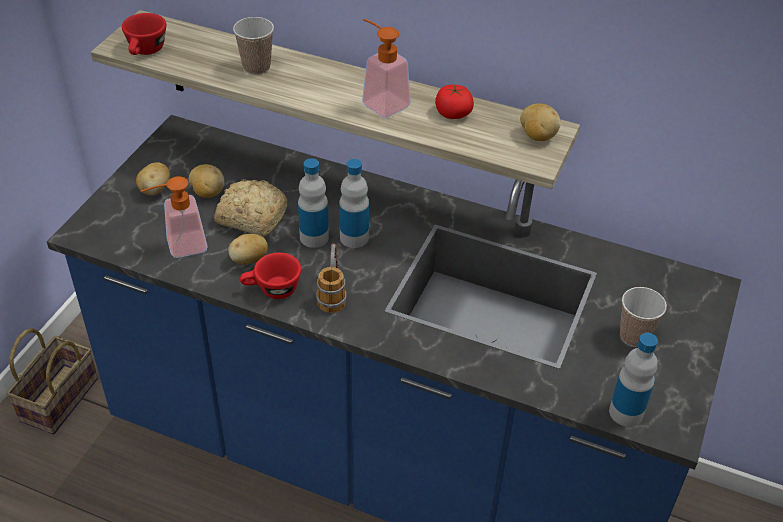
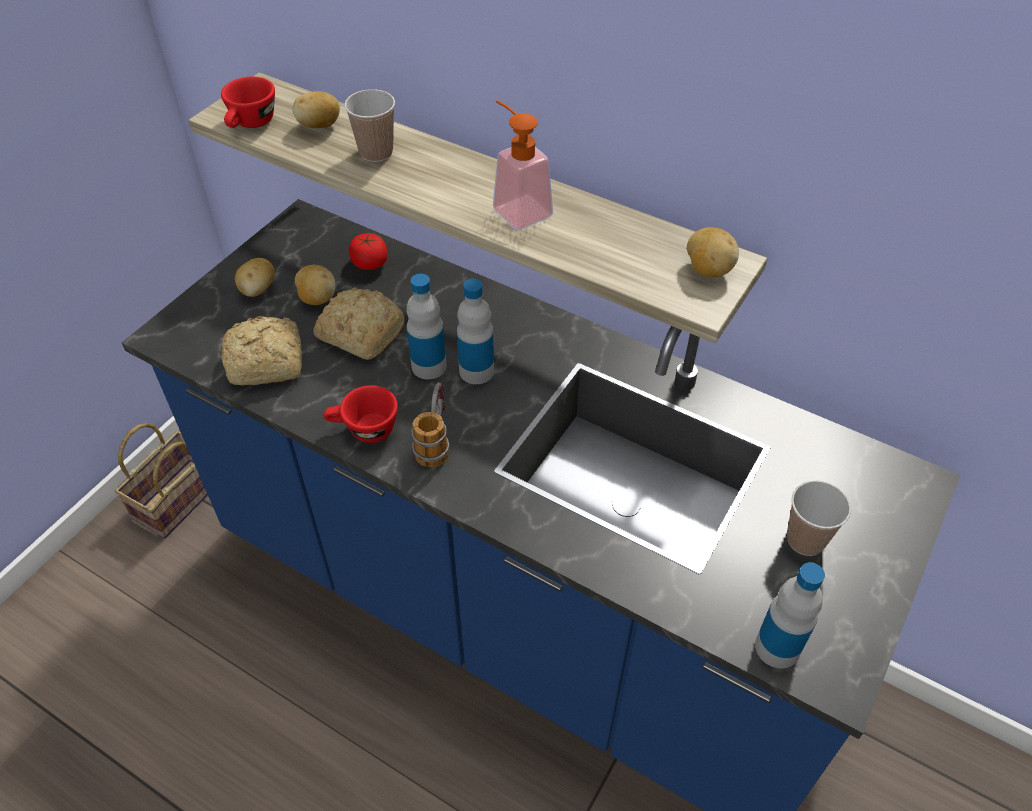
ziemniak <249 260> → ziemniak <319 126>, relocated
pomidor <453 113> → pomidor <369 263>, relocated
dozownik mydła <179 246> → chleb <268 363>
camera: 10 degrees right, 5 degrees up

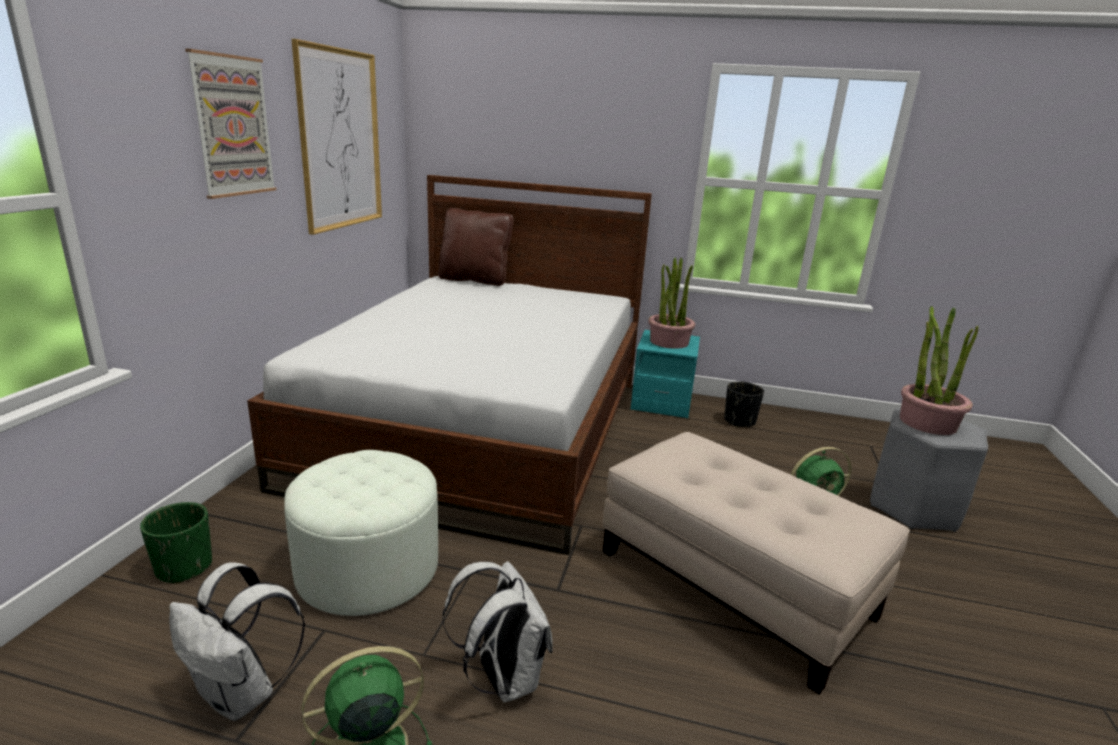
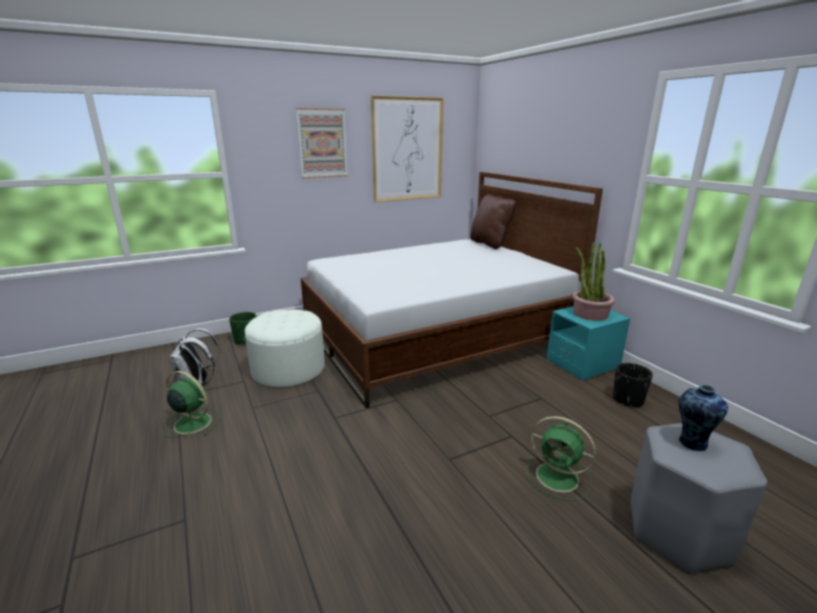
plecak (biały) <502 678> → -
pufa (beżowy) <735 582> → -
roślina doniczkowa <927 422> → wazon <691 443>
camera: 50 degrees right, 0 degrees up

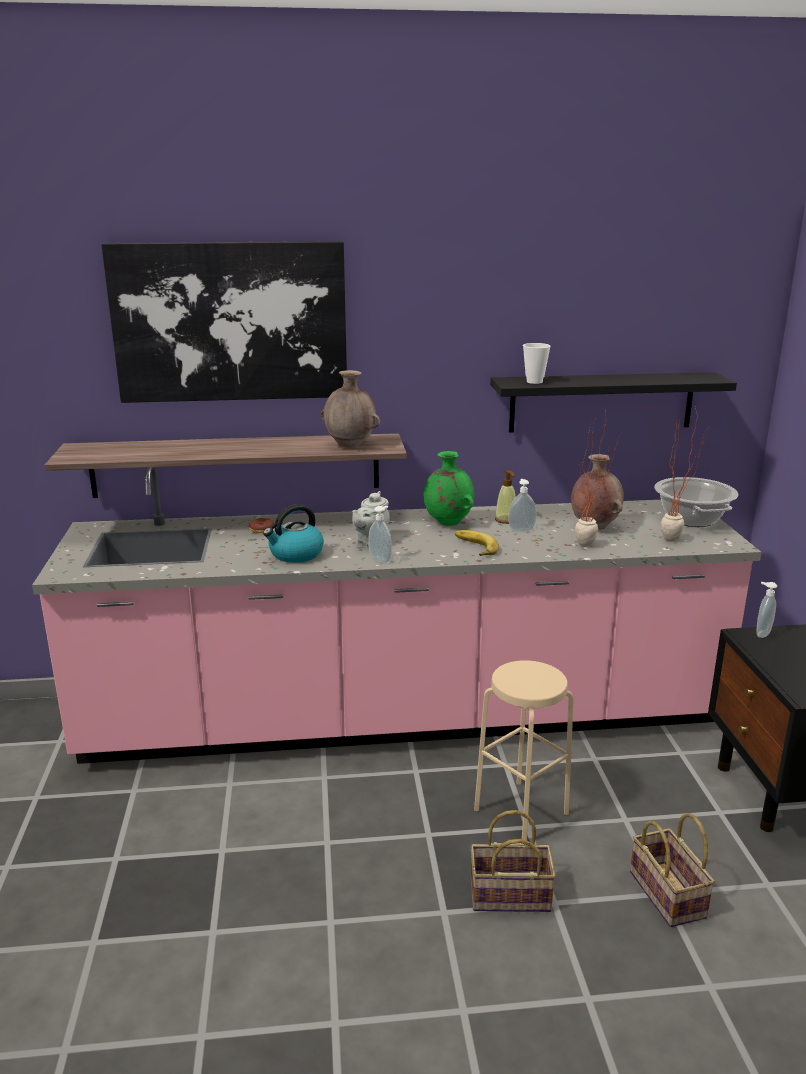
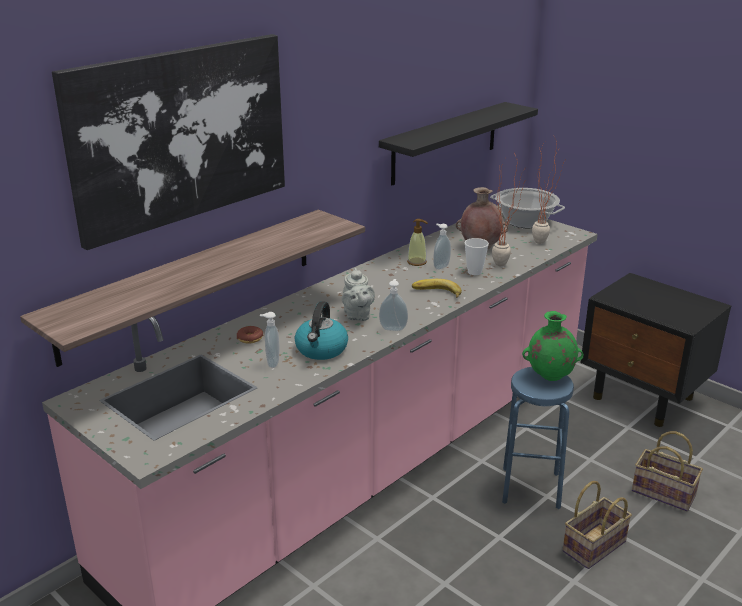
wazon (brązowy) <350 445> → -
wazon (zielony) <447 523> → wazon (zielony) <550 377>, relocated
filiżanka <534 382> → filiżanka <474 272>, relocated
dozownik mydła <761 633> → dozownik mydła <271 363>, relocated
stołek (beżowy) <521 811> → stołek (niebieski) <531 487>
camera: 40 degrees left, 5 degrees up

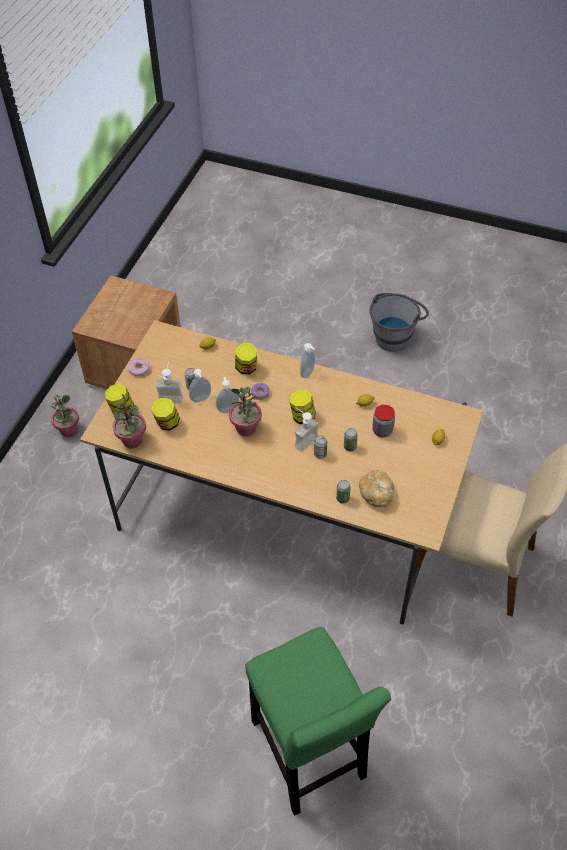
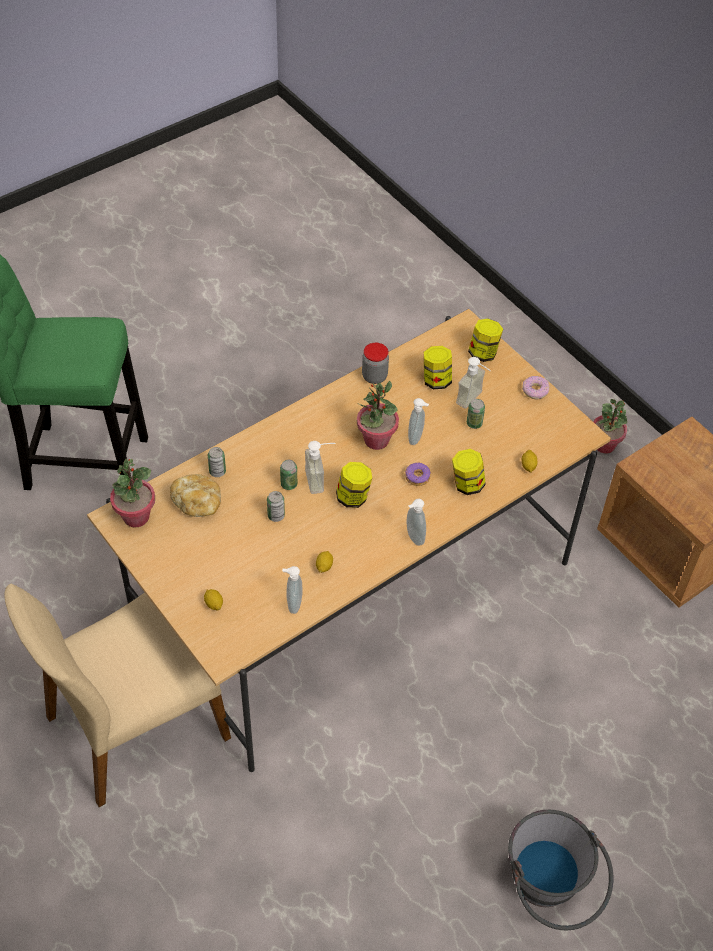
roślina doniczkowa <132 441> → roślina doniczkowa <136 516>, relocated
dozownik mydła <201 399> → dozownik mydła <293 604>, relocated
słoik <382 430> → słoik <374 376>, relocated
camera: 120 degrees right, 0 degrees up

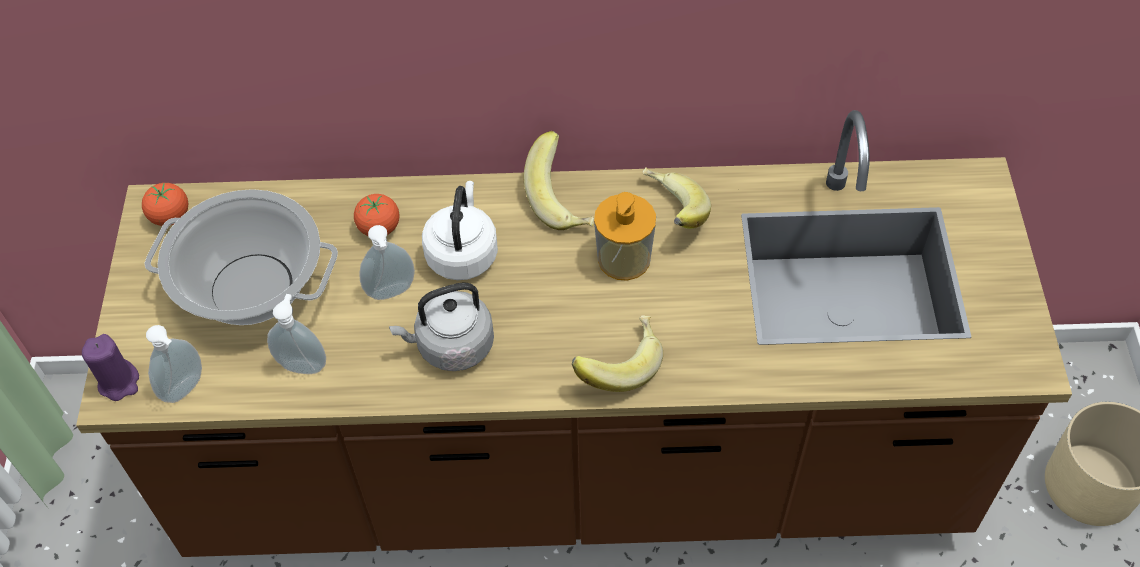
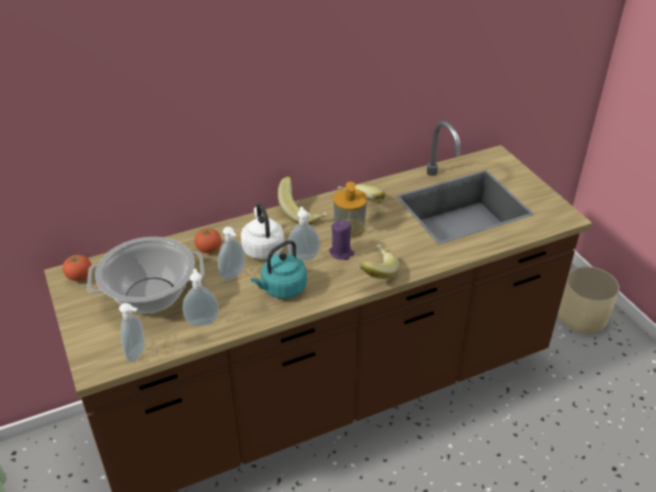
- → dozownik mydła <303 256>
świeca (fioletowy) <119 382> → świeca (fioletowy) <341 253>, relocated
czajnik (szary) <451 346> → czajnik (turkusowy) <282 289>
camera: 25 degrees left, 15 degrees down

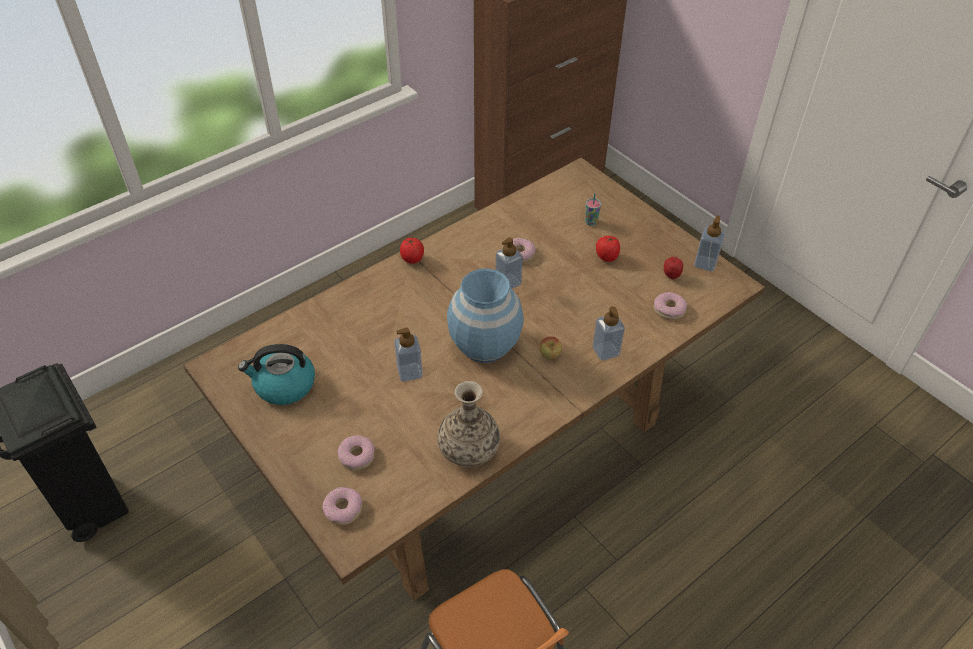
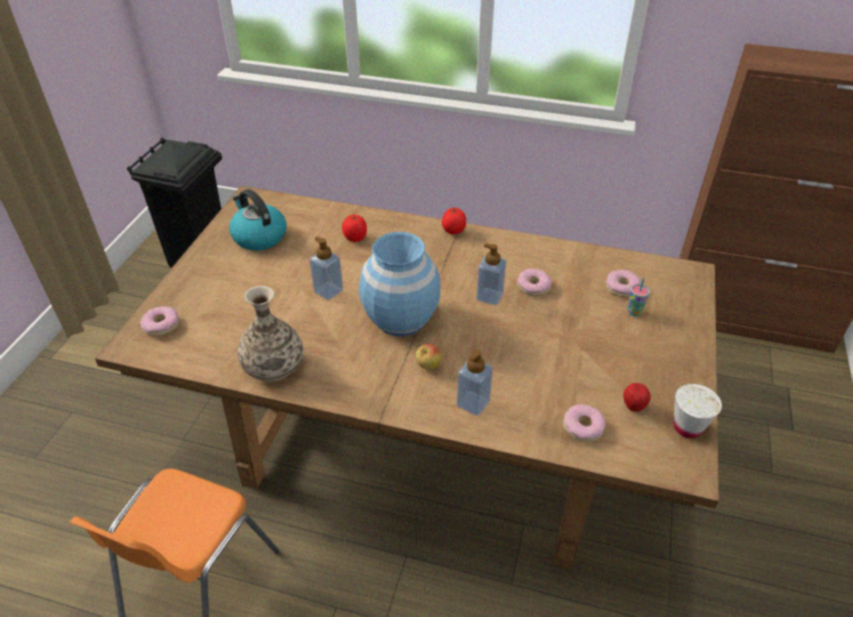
donut <356 456> → donut <621 287>, relocated
pomidor <606 257> → pomidor <355 238>, relocated
dozownik mydła <705 263> → filiżanka (biały) <687 427>
camera: 55 degrees right, 5 degrees down

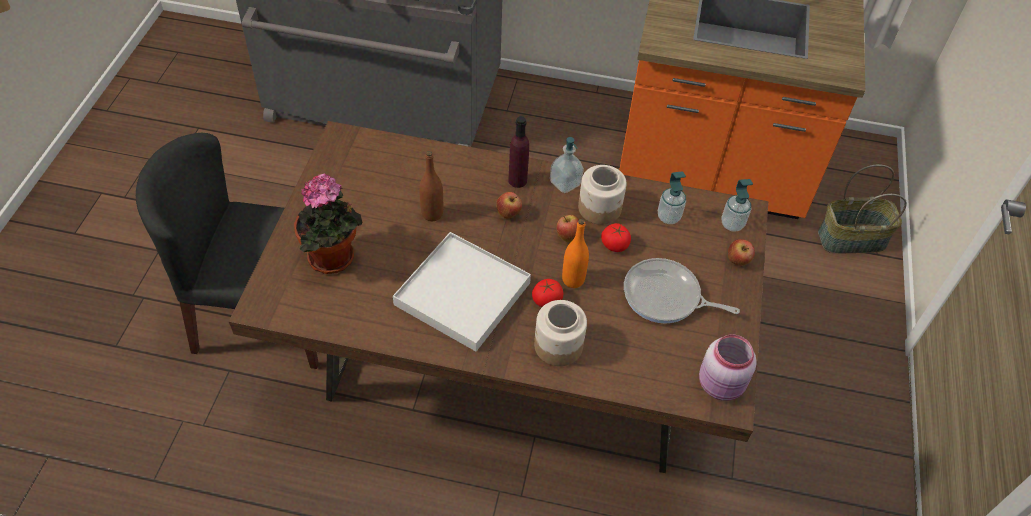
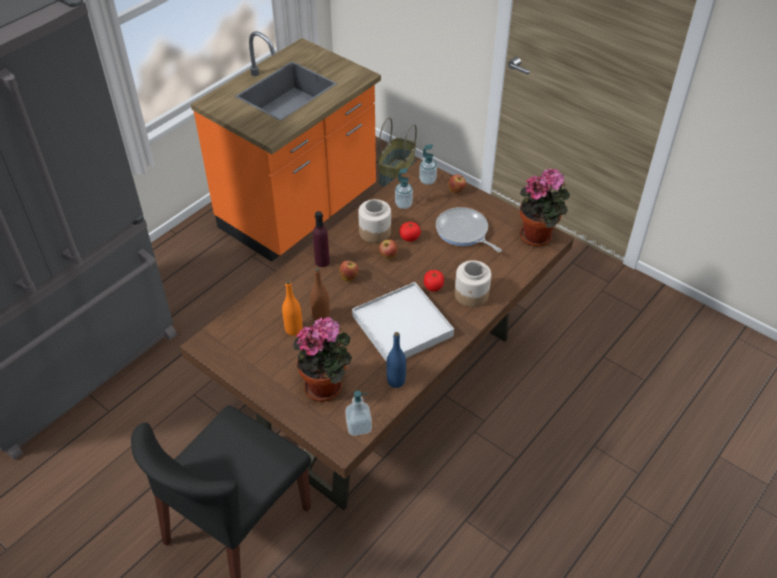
- → butelka (niebieski) <396 381>
dozownik mydła <565 183> → dozownik mydła <359 426>, relocated
butelka (pomarańczowy) <573 280> → butelka (pomarańczowy) <293 329>, relocated
słoik (różowy) <721 385> → roślina doniczkowa <538 236>
patelnia <665 297> → patelnia <463 232>, 90 degrees clockwise
camera: 60 degrees left, 5 degrees down

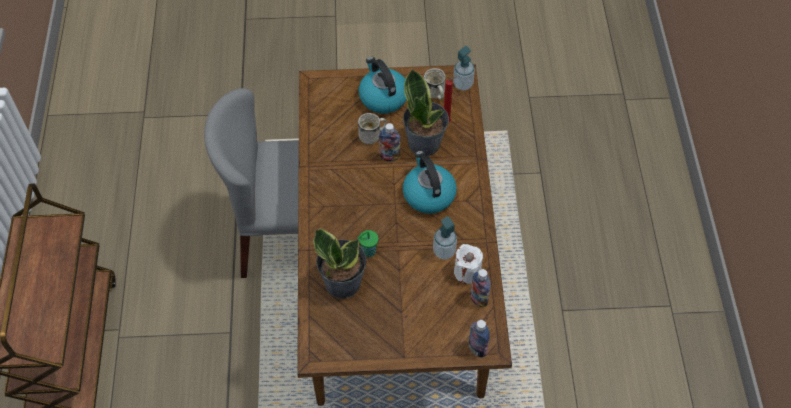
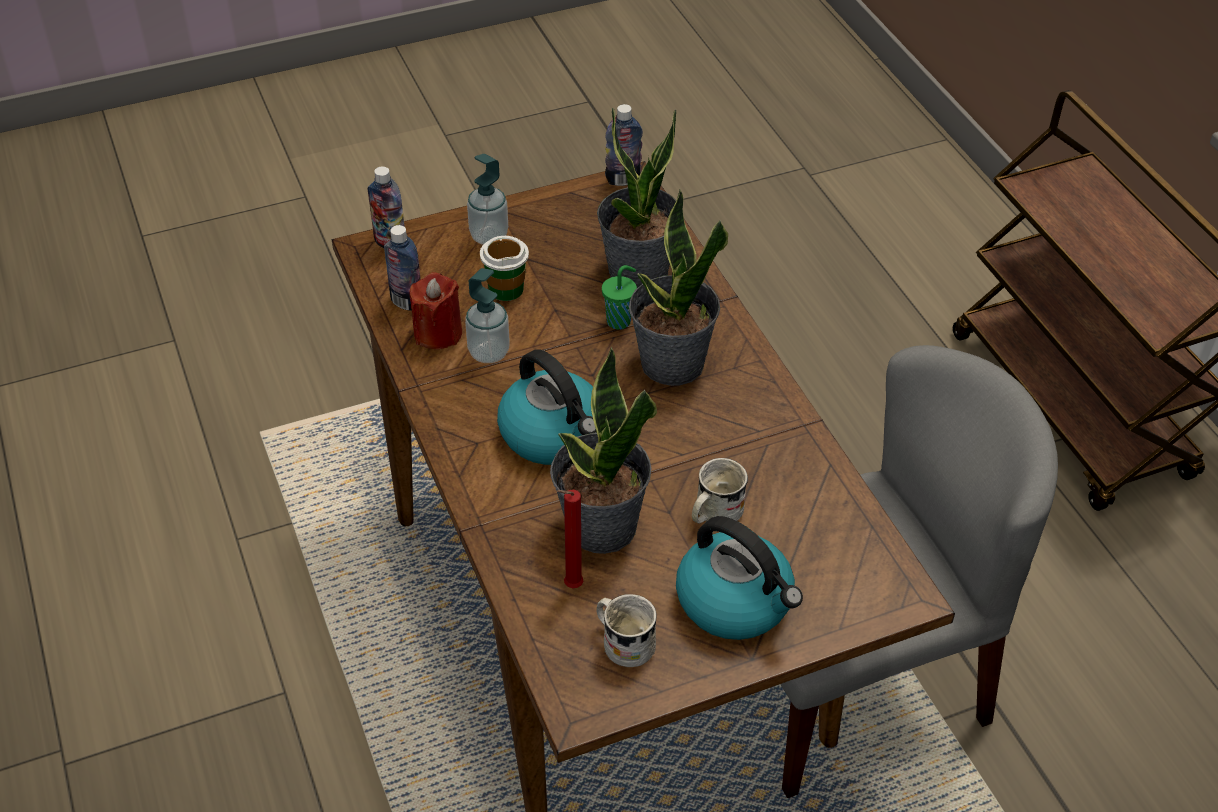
- → filiżanka <506 289>
- → roślina doniczkowa <671 364>
butelka <389 157> → butelka <623 179>, relocated
dozownik mydła <463 84> → dozownik mydła <489 236>, relocated
świeca (biały) <467 272> → świeca (czerwony) <438 333>
camera: 160 degrees right, 10 degrees down

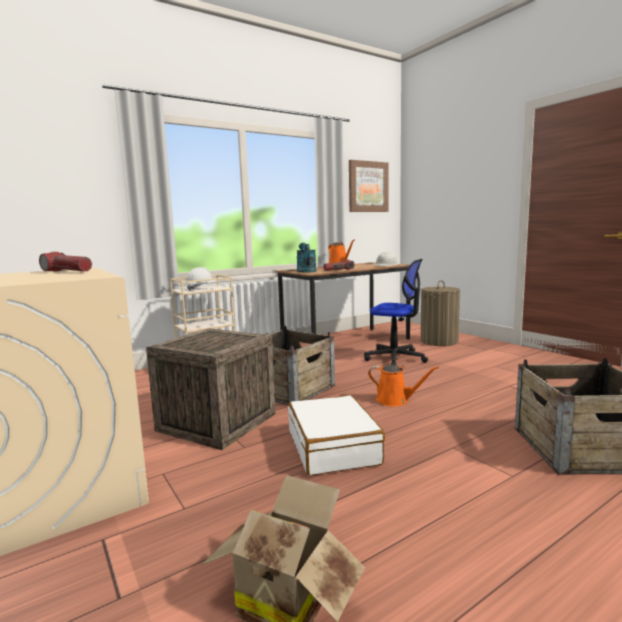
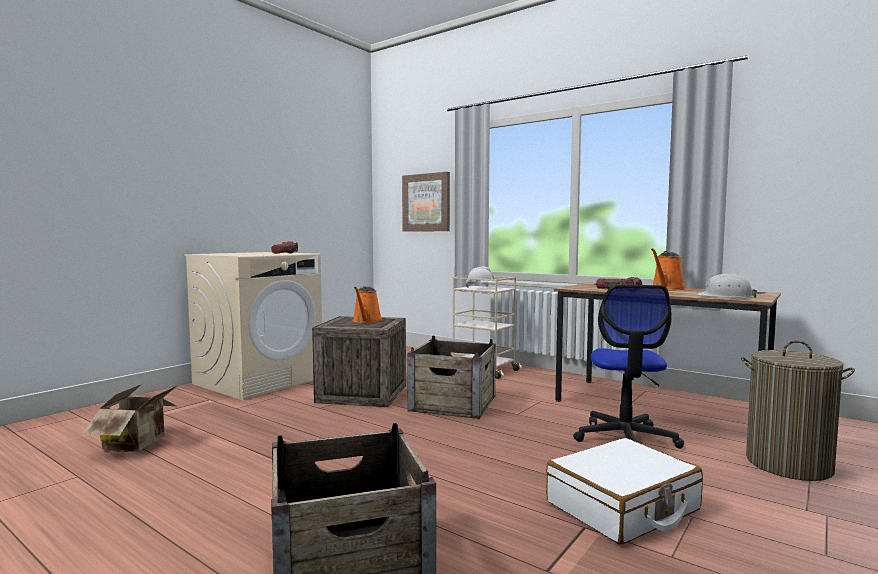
konewka (turkusowy) <305 271> → -
walizka (biały) <333 447> → walizka (biały) <623 507>, relocated
obraz <368 187> → obraz <426 202>, relocated
konewka (pomarańczowy) <395 400> → konewka (pomarańczowy) <366 321>, relocated
camera: 70 degrees right, 5 degrees down

